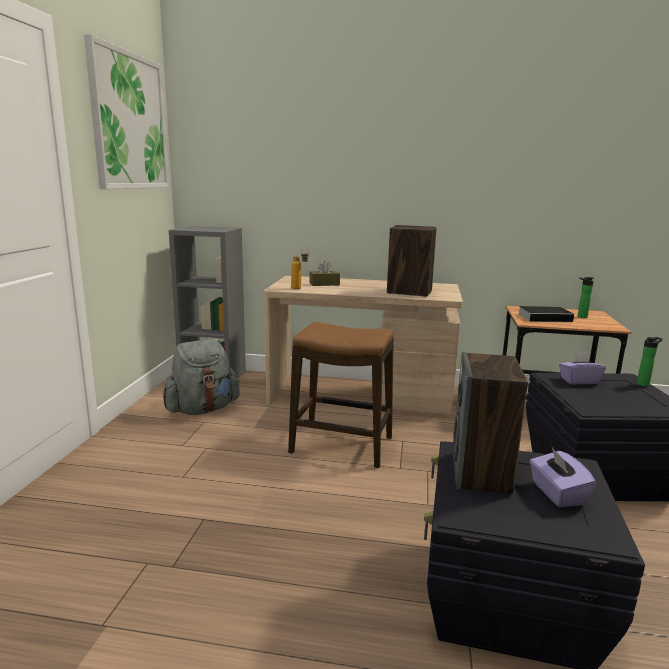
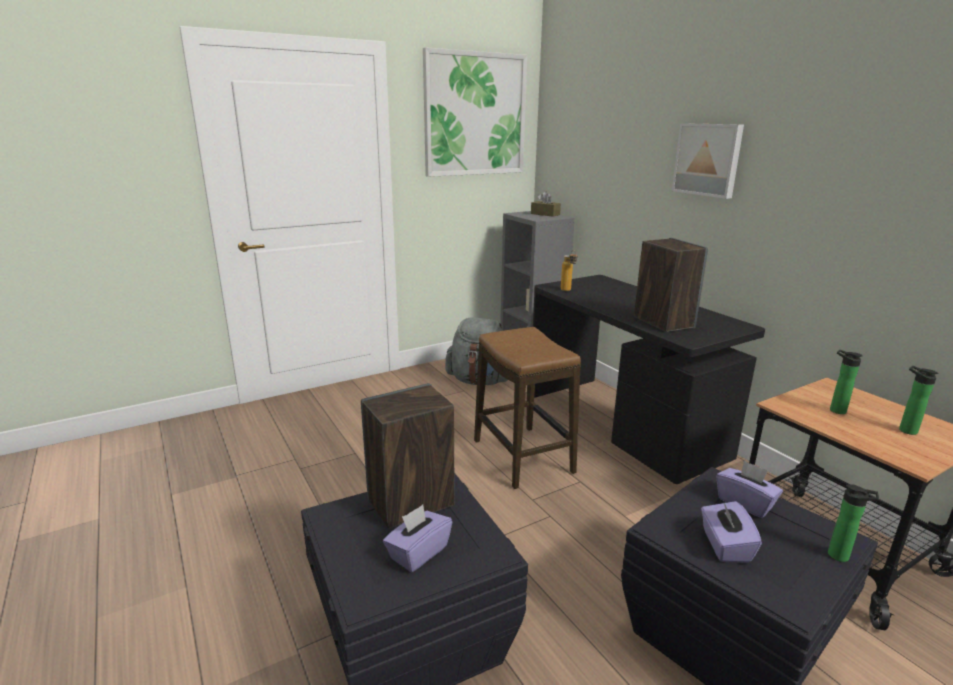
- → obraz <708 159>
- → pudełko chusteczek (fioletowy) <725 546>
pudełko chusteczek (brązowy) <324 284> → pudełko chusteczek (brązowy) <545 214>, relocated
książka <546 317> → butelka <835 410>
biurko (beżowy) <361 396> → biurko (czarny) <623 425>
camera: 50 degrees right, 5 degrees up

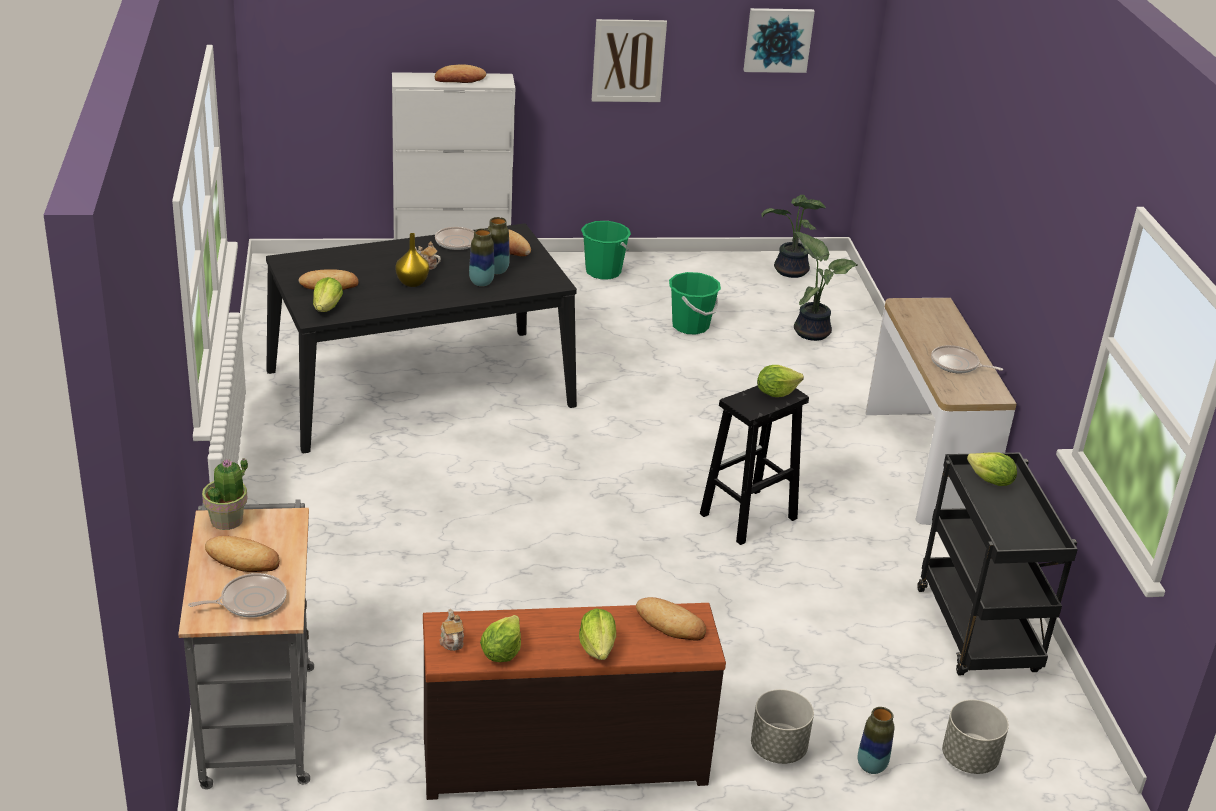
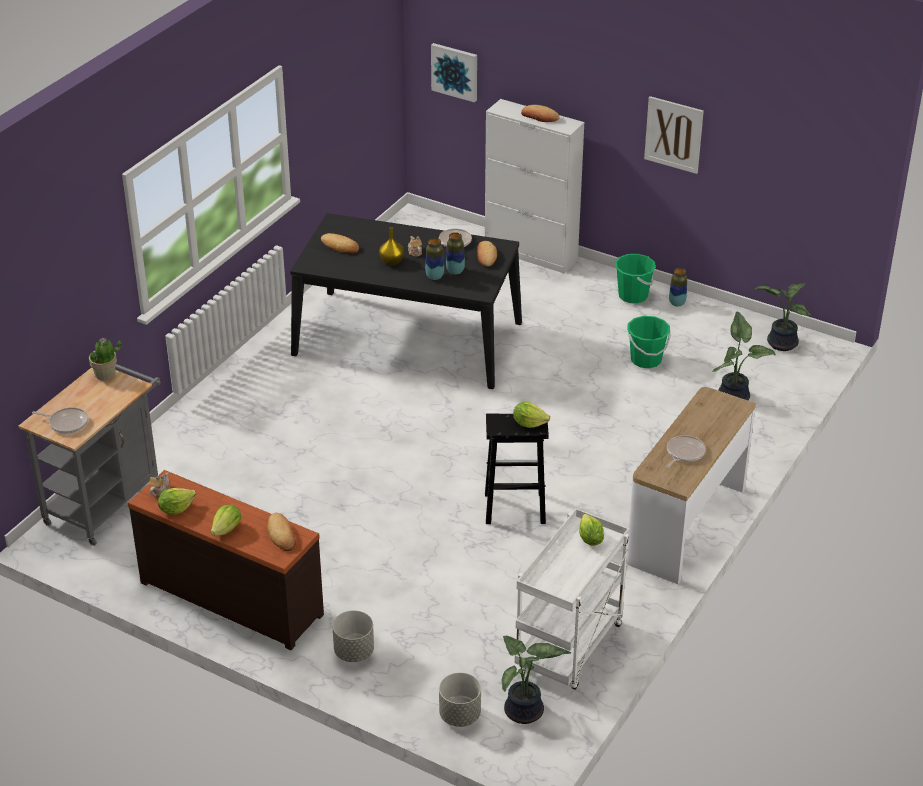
chleb <242 559> → -
sałata <327 308> → -
- → roślina doniczkowa <525 713>
obraz <778 39> → obraz <455 71>, relocated
wazon <871 766> → wazon <677 303>, relocated
wózek (czarny) <979 633> → wózek (biały) <570 649>
patelnia <957 364> → patelnia <684 453>, 60 degrees clockwise
camera: 40 degrees right, 5 degrees up

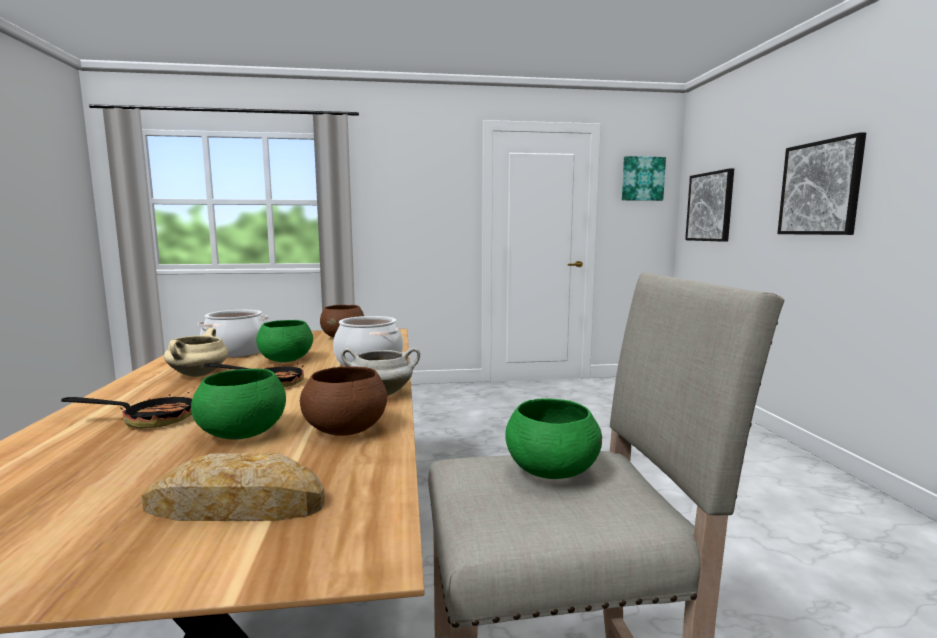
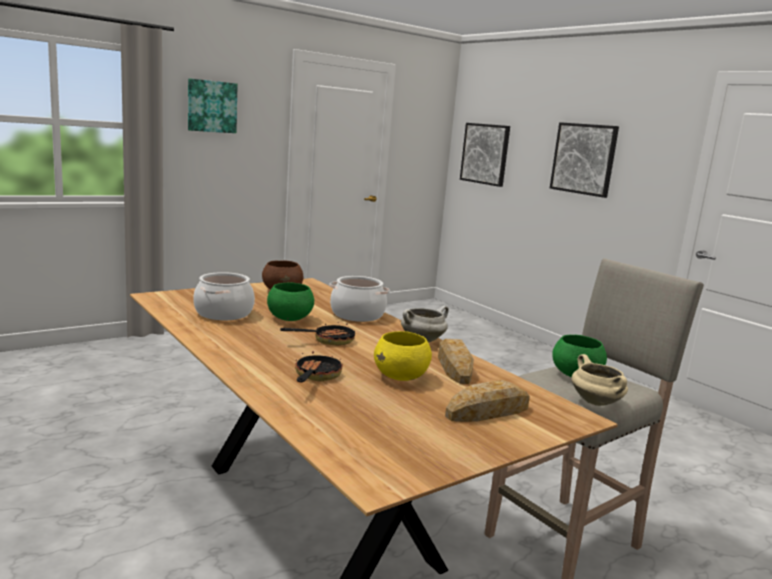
garnek (beżowy) <198 375> → garnek (beżowy) <597 402>, relocated
obraz <642 179> → obraz <211 106>, relocated
miska (brązowy) <346 431> → chleb <454 367>
miska (zielony) <243 434> → miska (żółty) <401 377>
patelnia <149 420> → patelnia <315 376>, 45 degrees counterclockwise
camera: 30 degrees left, 5 degrees up

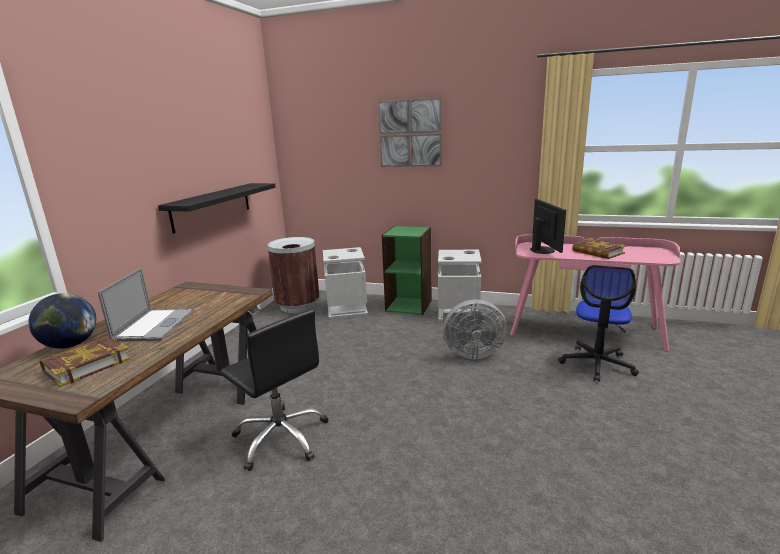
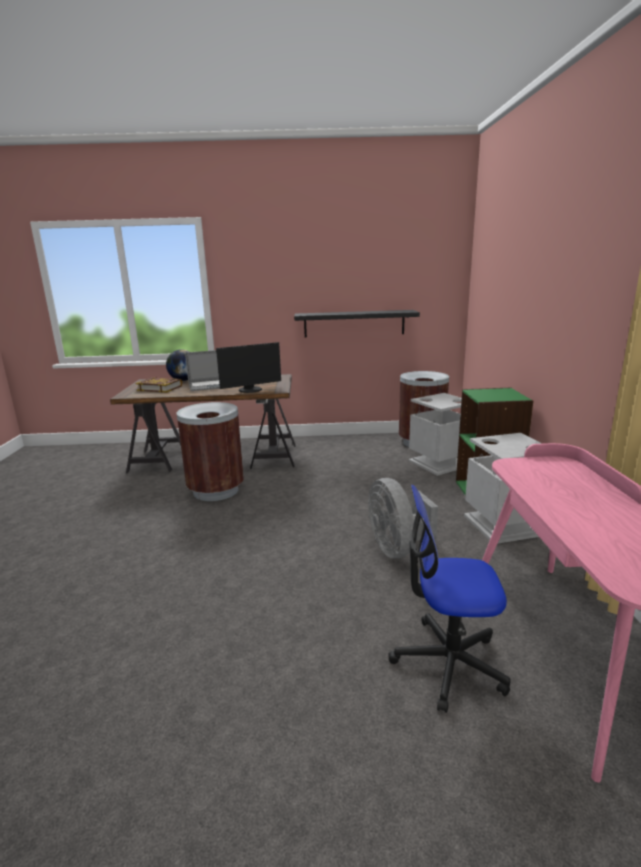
obraz <410 133> → -
książka <597 252> → -
monitor <543 250> → monitor <250 390>, relocated
krzesło biurowe (czarny) <281 437> → kosz na śmieci (brązowy) <215 491>
camera: 70 degrees right, 0 degrees up

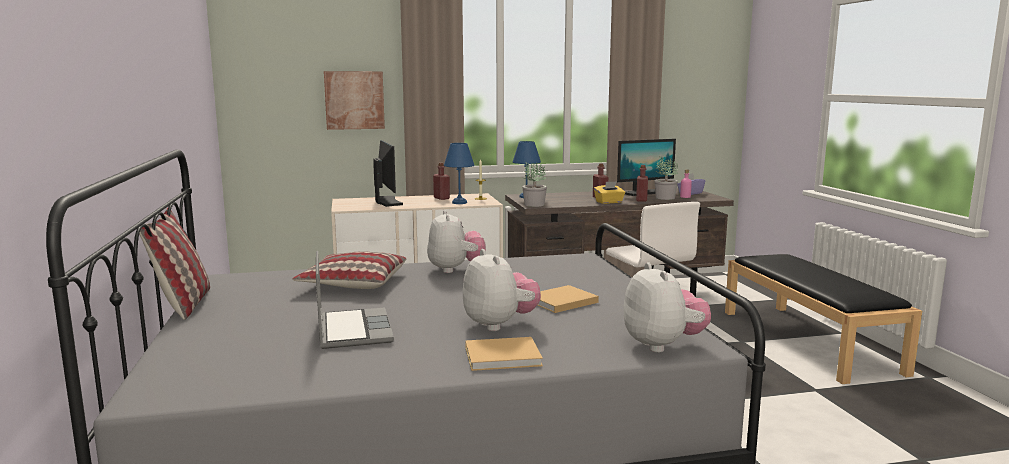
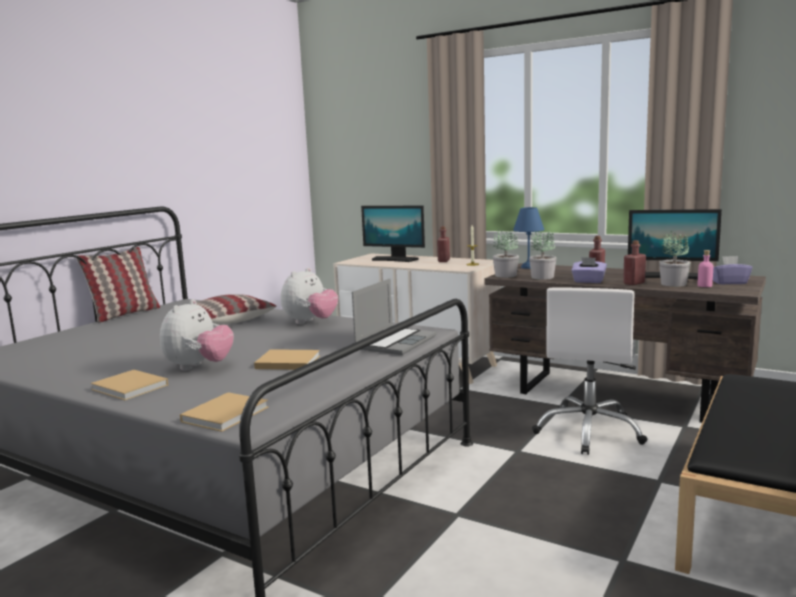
obraz <354 100> → -
lampa stołowa (niebieski) <460 202> → -
- → roślina doniczkowa <542 277>
laptop <352 330> → laptop <395 342>, relocated
pluszak <663 345> → książka (beżowy) <227 413>
pudełko chusteczek (żółty) <609 202> → pudełko chusteczek (fioletowy) <588 281>
monitor <387 202> → monitor <394 259>, 90 degrees clockwise
camera: 45 degrees right, 0 degrees up

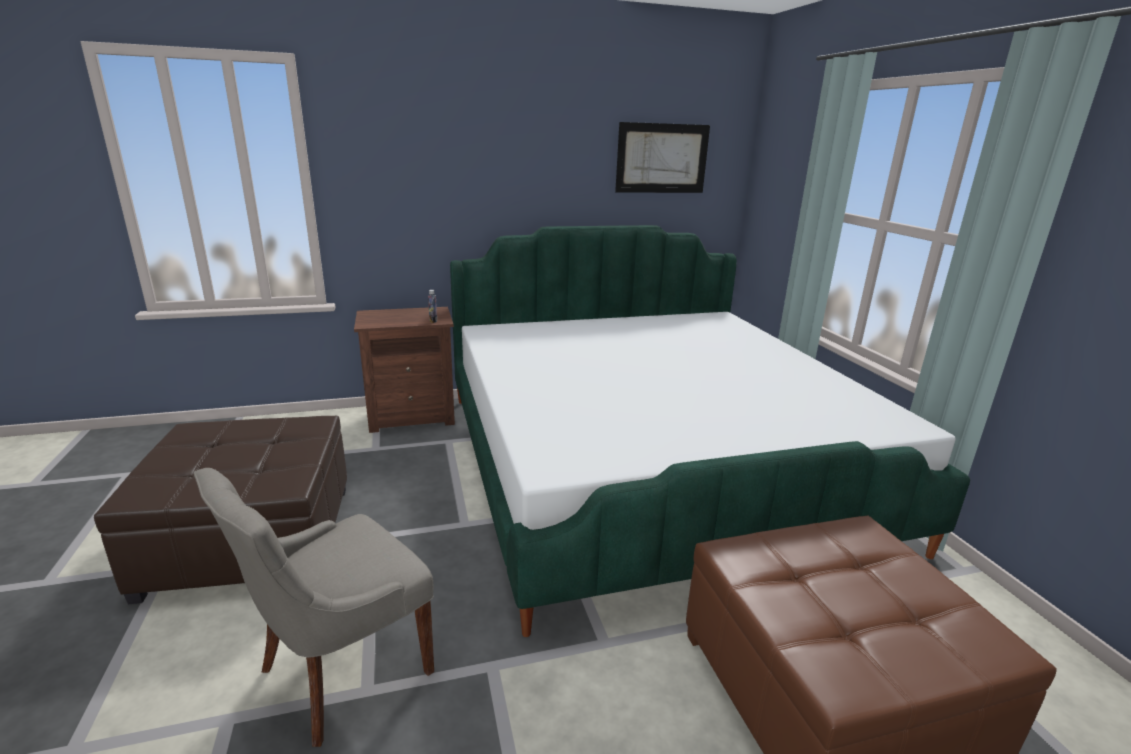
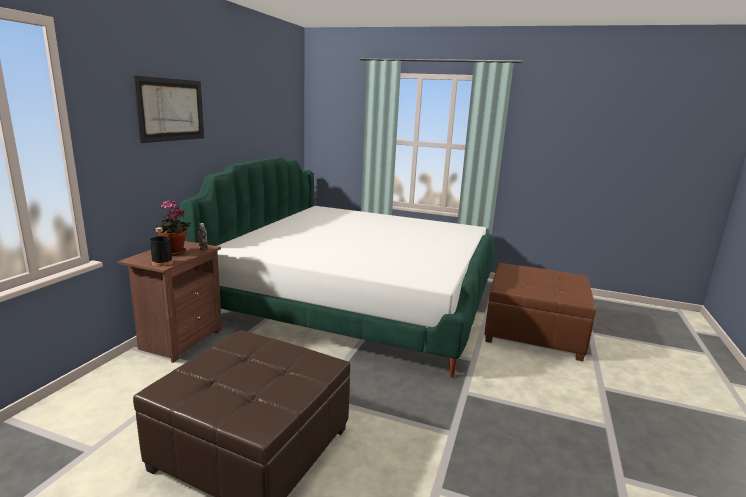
krzesło (szary) <342 671> → -
- → butelka (czarny) <162 263>
- → roślina doniczkowa <174 253>
obraz <662 158> → obraz <171 110>, relocated
camera: 55 degrees left, 5 degrees down

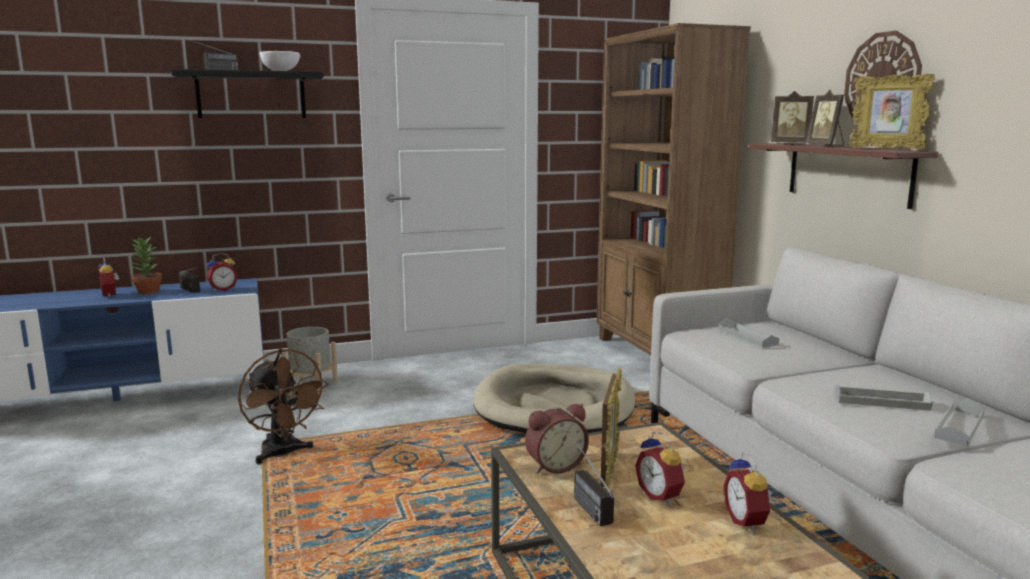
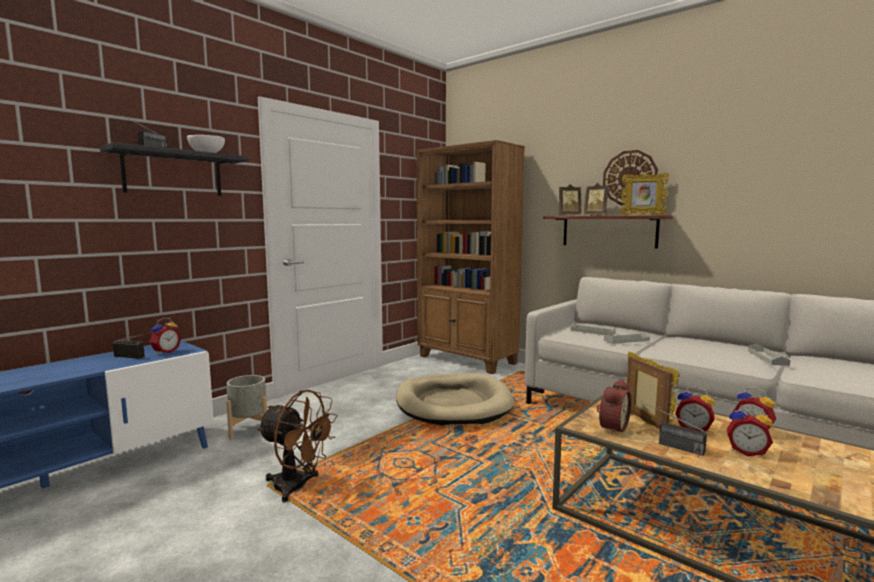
roślina doniczkowa <148 291> → -
budzik <111 295> → budzik <746 452>, relocated
taca (szary) <881 401> → taca (szary) <626 340>, relocated
camera: 30 degrees left, 5 degrees down

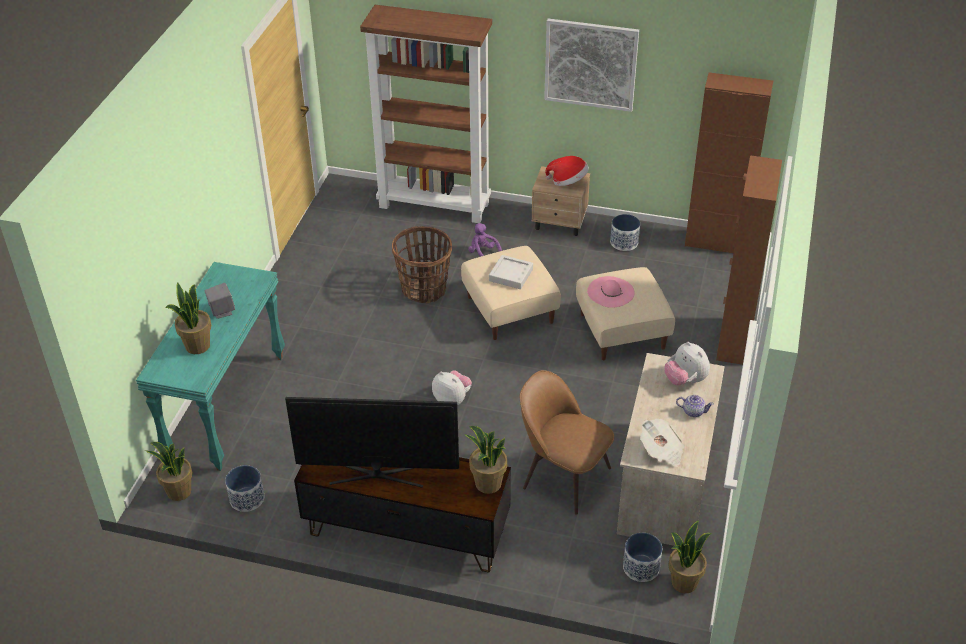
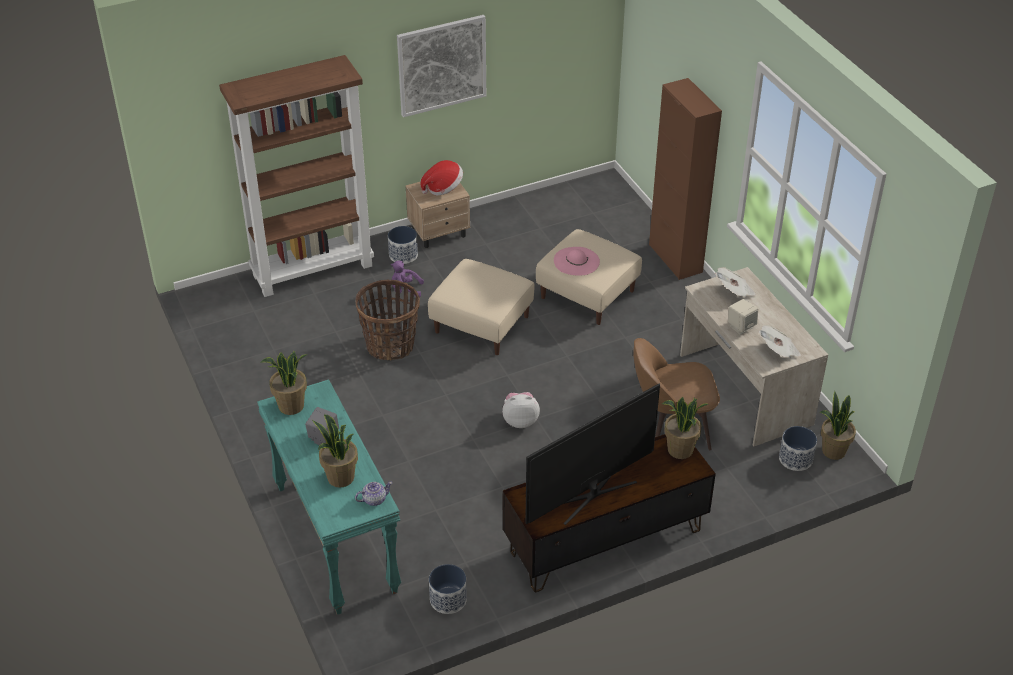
taca (szary) <511 275> → -
szafka (brązowy) <715 243> → -
- → głośnik (beżowy) <741 326>
roślina doniczkowa <178 492> → roślina doniczkowa <291 406>, relocated
donica <624 242> → donica <403 255>, relocated
imbryk <693 411> → imbryk <374 499>, relocated
pluszak <685 380> → gazeta <734 291>
camera: 40 degrees left, 0 degrees up

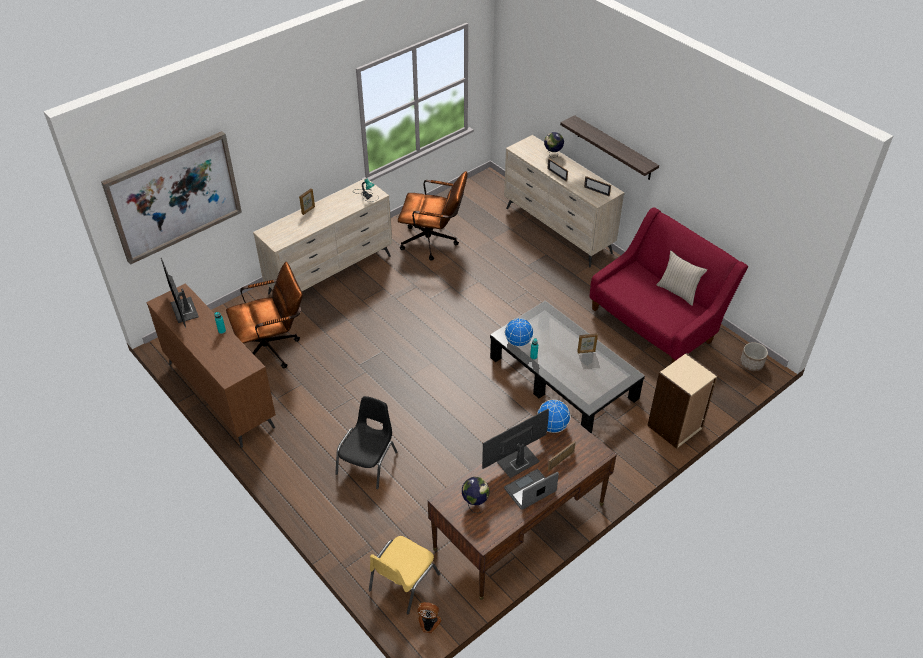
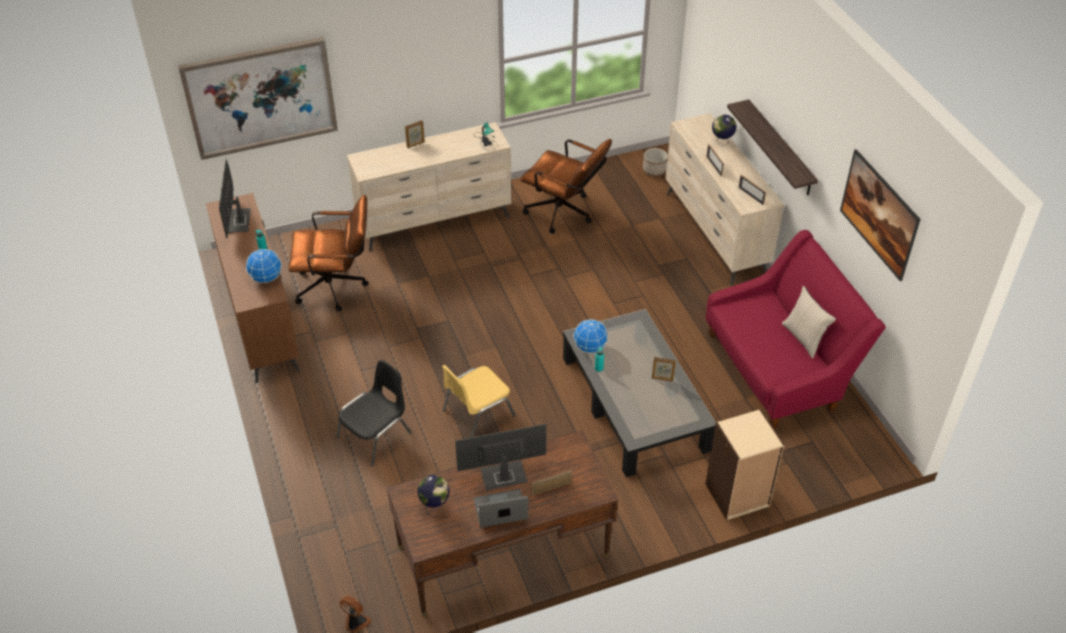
- → obraz <875 229>
krzesło (żółty) <402 582> → krzesło (żółty) <477 413>, relocated
globus <552 426> → globus <266 278>, relocated
donica <751 363> → donica <654 170>, relocated
camera: 20 degrees right, 0 degrees up

